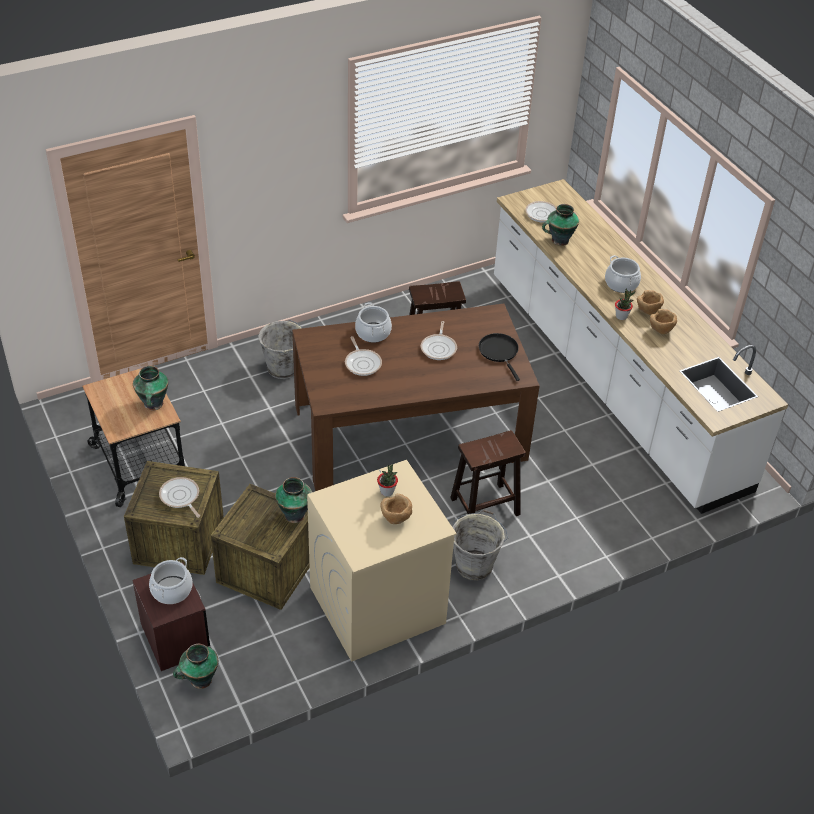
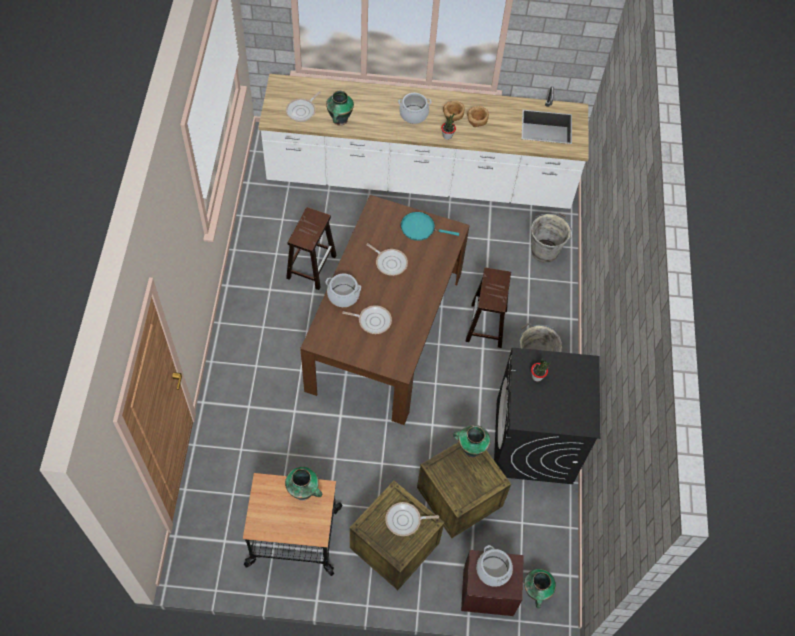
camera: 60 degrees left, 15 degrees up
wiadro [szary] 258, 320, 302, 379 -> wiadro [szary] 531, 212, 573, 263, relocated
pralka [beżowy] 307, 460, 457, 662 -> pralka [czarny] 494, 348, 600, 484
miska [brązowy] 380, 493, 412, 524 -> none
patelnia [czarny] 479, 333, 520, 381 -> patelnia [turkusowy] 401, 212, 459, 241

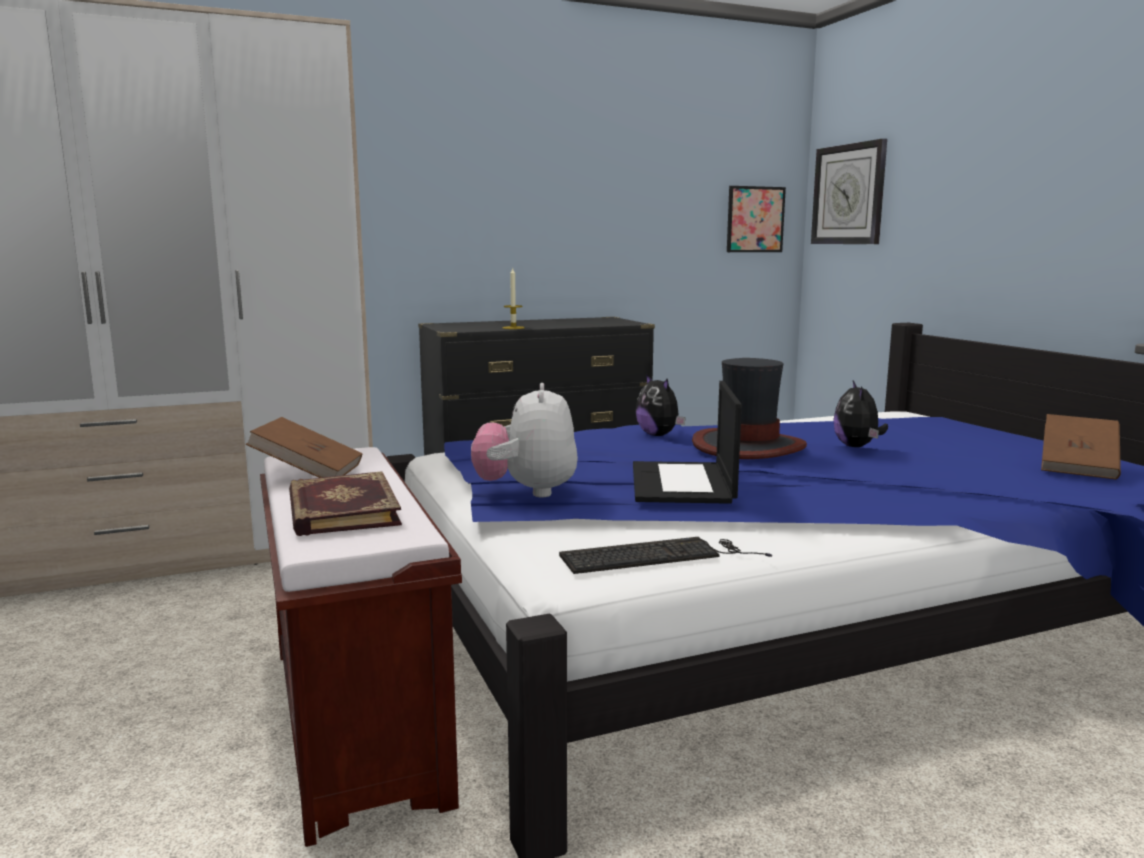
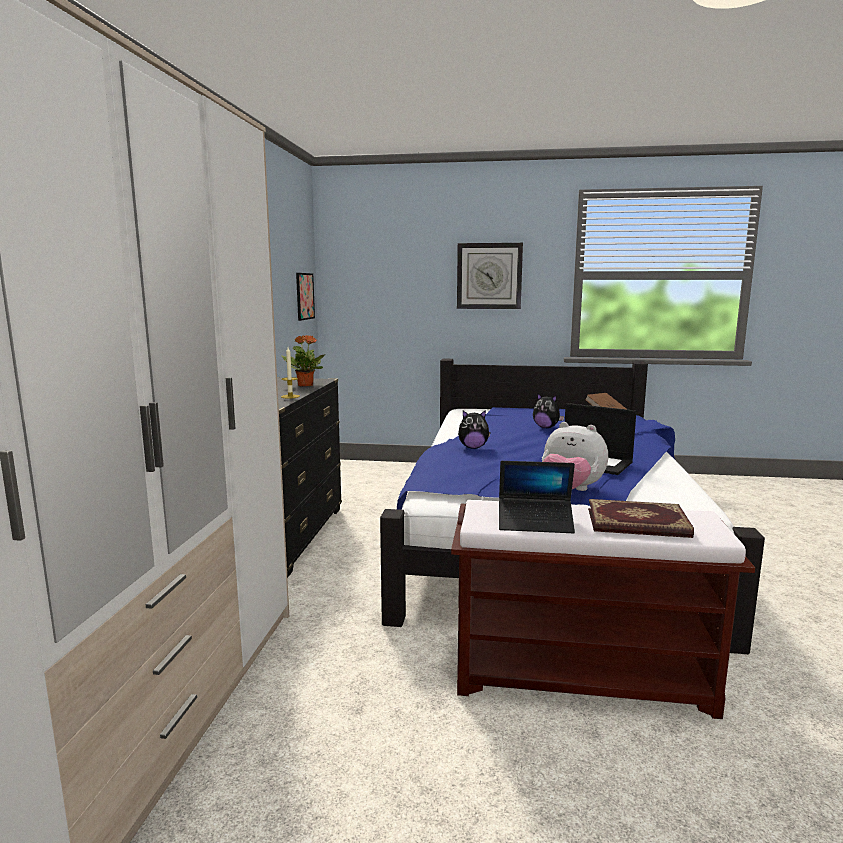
camera: 60 degrees left, 0 degrees up
książka [brązowy] 246, 417, 363, 478 -> laptop 499, 461, 575, 533
klawiatura 559, 537, 772, 574 -> none
kapelusz 692, 358, 807, 459 -> none
zegar ścienny 811, 139, 887, 244 -> zegar ścienny 457, 243, 523, 309, relocated
none -> roślina doniczkowa 281, 335, 325, 386

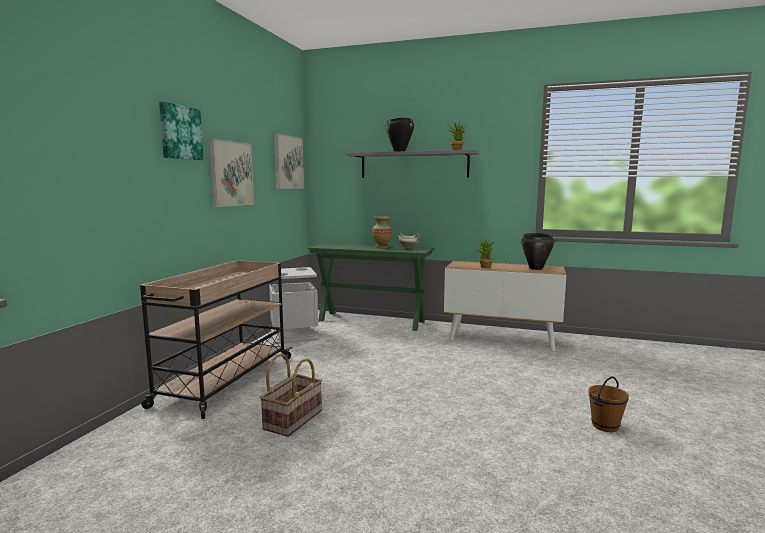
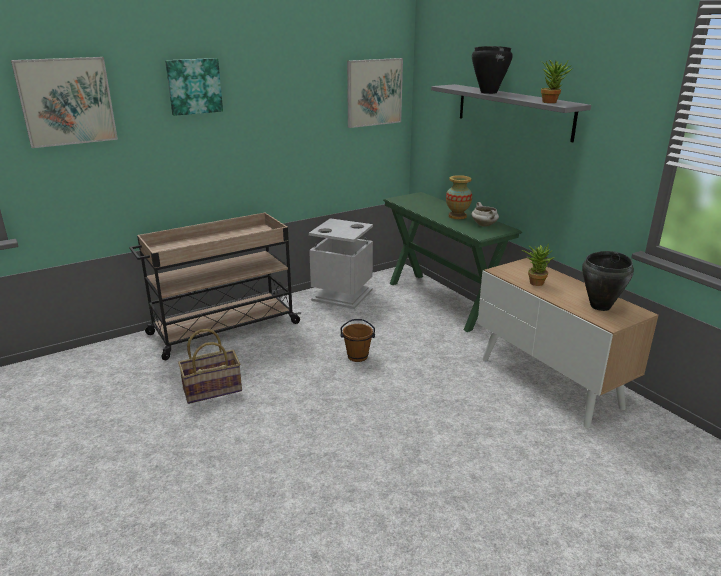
camera: 40 degrees right, 15 degrees up
obraz 209, 138, 254, 207 -> obraz 11, 57, 118, 148, relocated
wiadro [brązowy] 588, 376, 629, 432 -> wiadro [brązowy] 340, 319, 375, 362, relocated

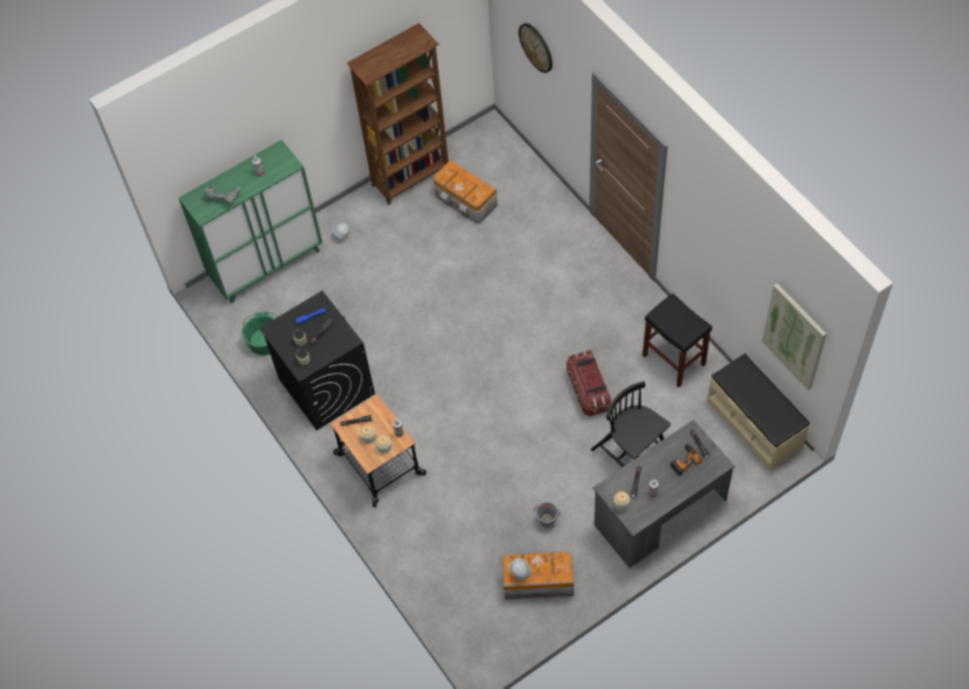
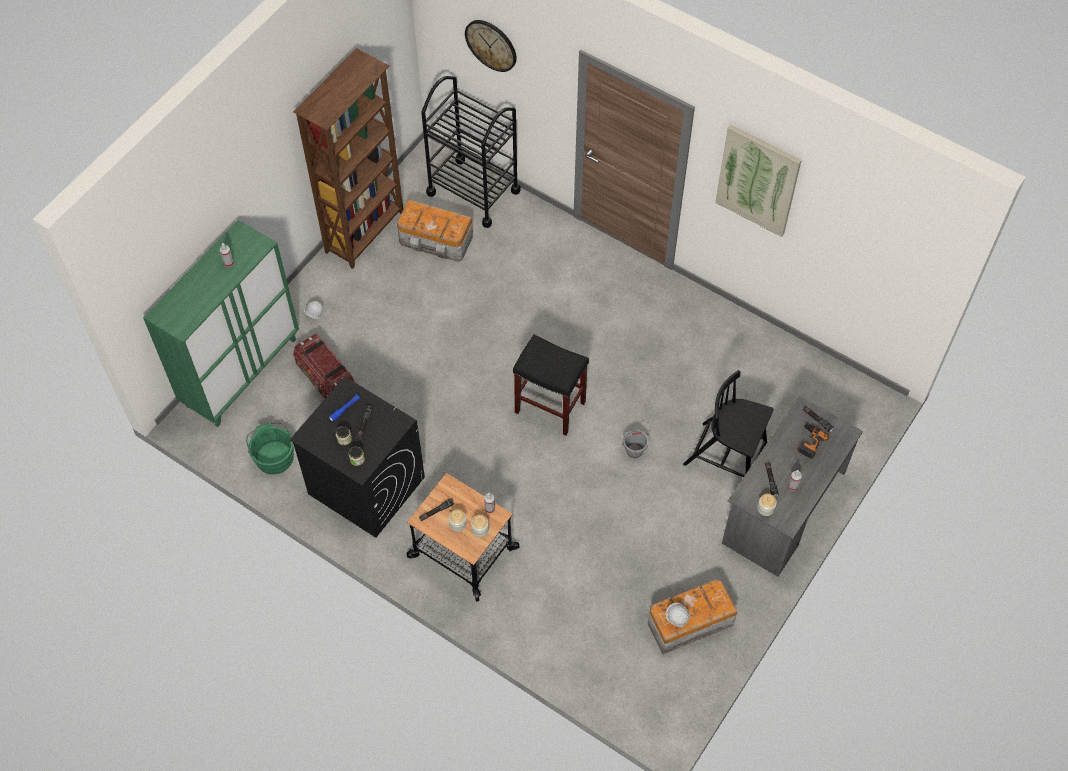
camera: 25 degrees left, 0 degrees up
wiertarka 204, 184, 241, 205 -> none
wiadro [szary] 534, 501, 559, 527 -> wiadro [szary] 622, 430, 650, 458, relocated
pojemnik do przechowywania 566, 350, 611, 416 -> pojemnik do przechowywania 293, 334, 354, 398, relocated
stołek [czarny] 642, 293, 712, 387 -> stołek [czarny] 513, 334, 589, 435, relocated
ławka [beżowy] 707, 353, 810, 470 -> none
obraz 762, 283, 827, 390 -> obraz 715, 125, 802, 237, relocated
none -> wózek [czarny] 421, 76, 521, 228

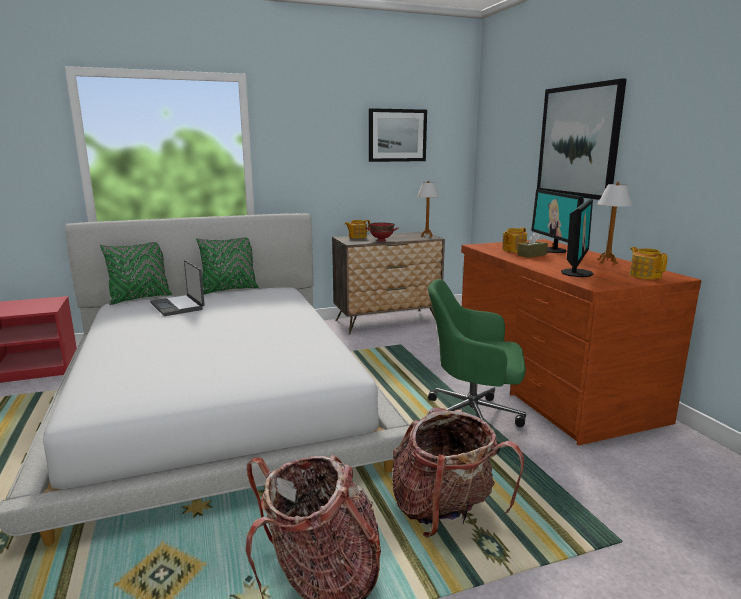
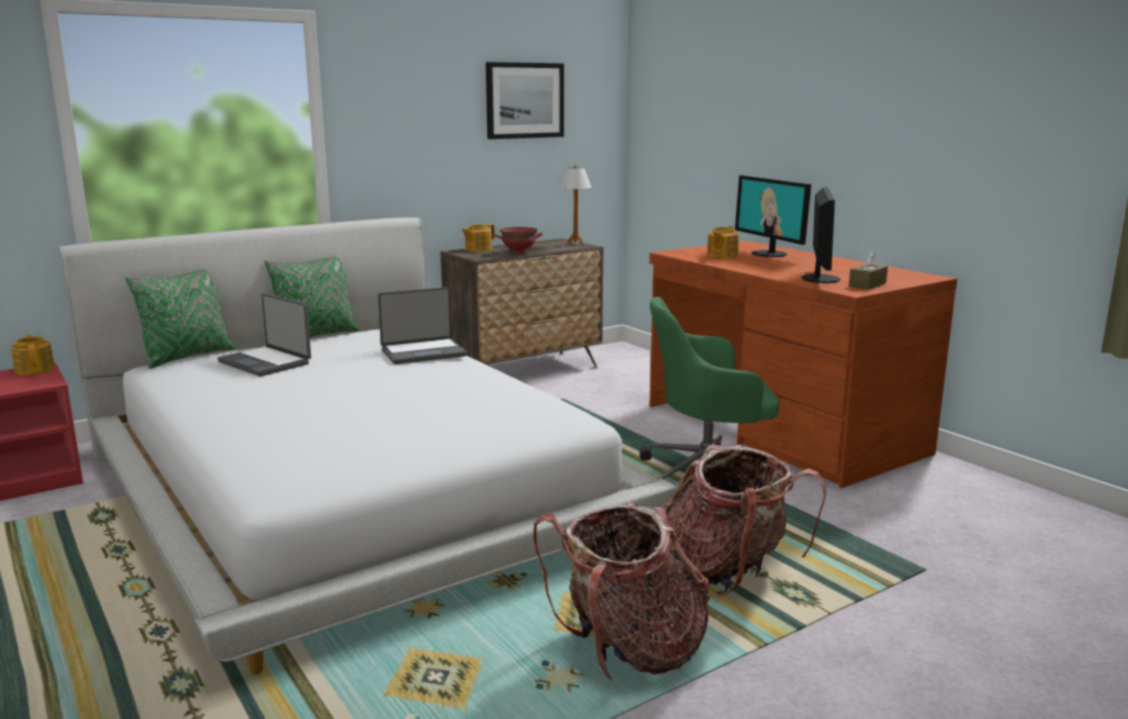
camera: 15 degrees left, 0 degrees up
pudełko chusteczek [brązowy] 517, 232, 548, 258 -> pudełko chusteczek [brązowy] 849, 251, 888, 289, relocated
obraz 537, 78, 627, 200 -> none
lampa stołowa 597, 182, 633, 264 -> none
imbryk 630, 247, 668, 279 -> imbryk 11, 334, 55, 375, relocated
none -> laptop 378, 287, 467, 364

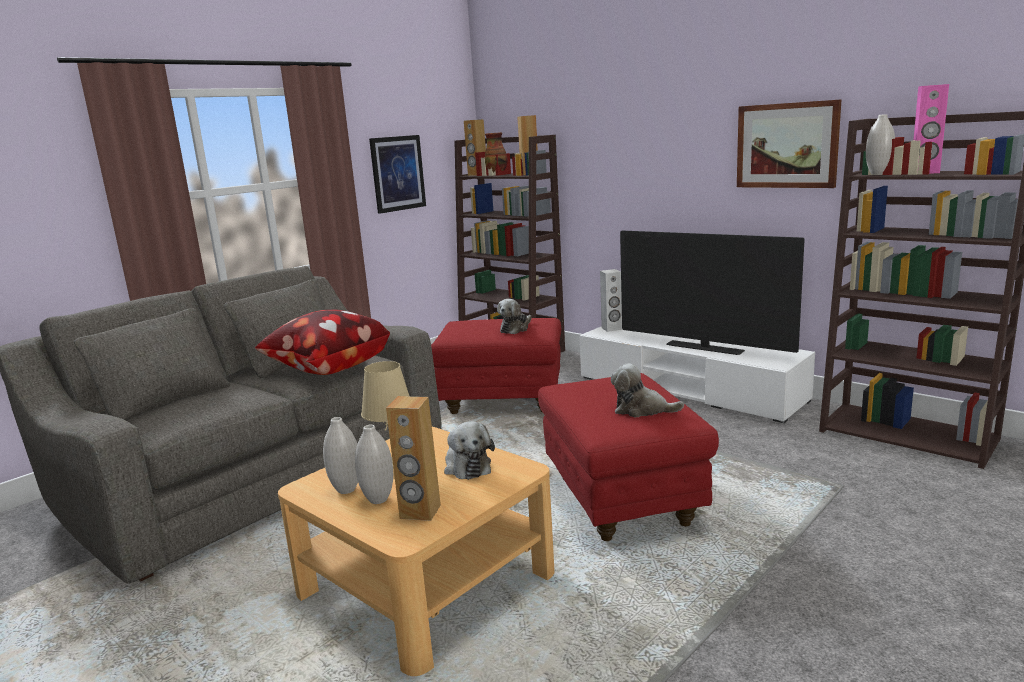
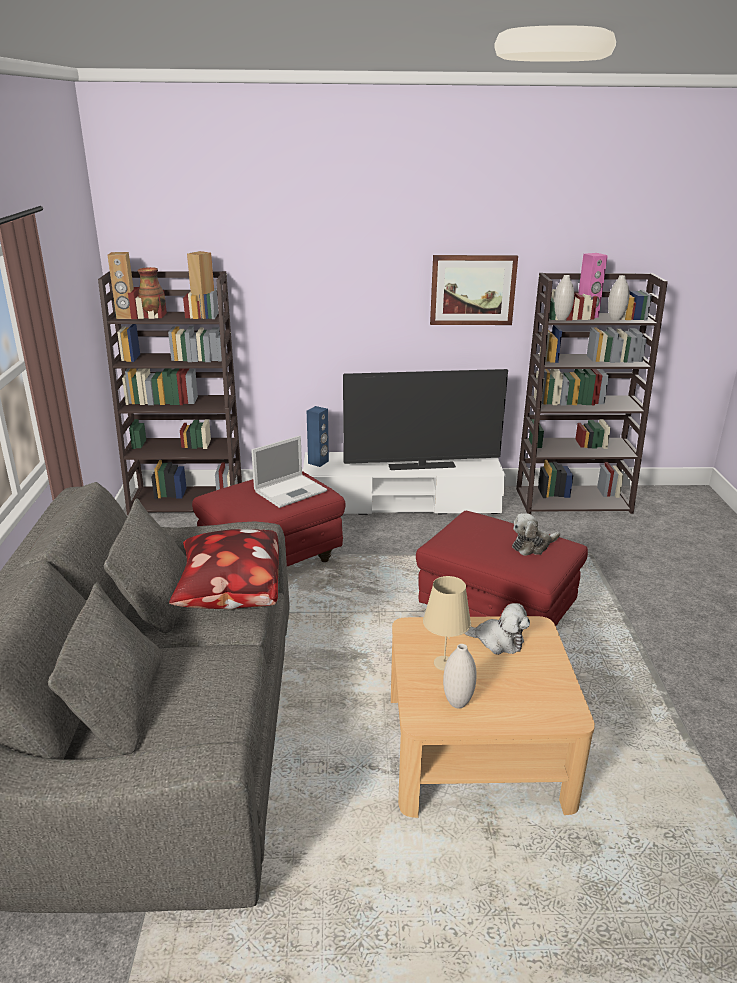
camera: 45 degrees left, 10 degrees up
wazon [biały] 355, 425, 393, 504 -> wazon [biały] 608, 275, 629, 321, relocated
obraz 369, 135, 426, 214 -> none
głośnik [brązowy] 386, 396, 441, 521 -> none
pluszak 497, 299, 532, 334 -> laptop 251, 436, 327, 508
głośnik [biały] 600, 269, 623, 332 -> głośnik [niebieski] 307, 406, 329, 467

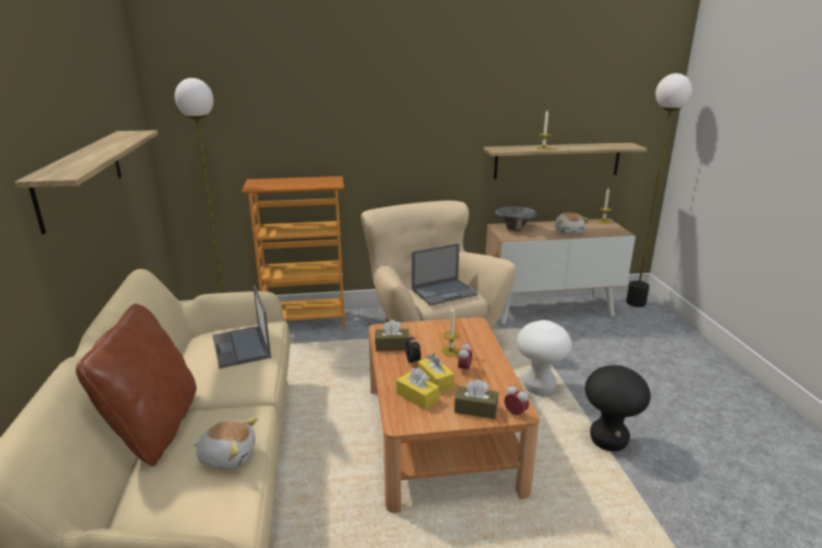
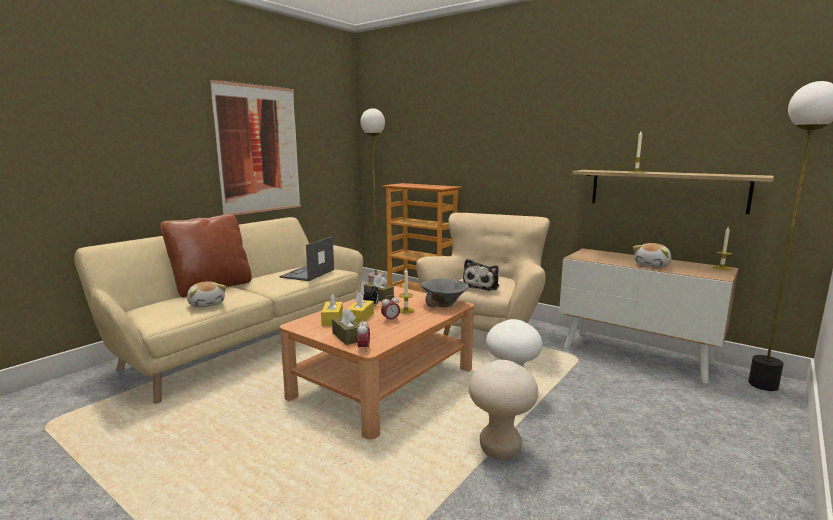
camera: 45 degrees right, 10 degrees down
półka 15, 130, 158, 234 -> obraz 210, 80, 301, 215
laptop 412, 243, 478, 306 -> pluszak 463, 259, 499, 291
miska [szary] 495, 206, 537, 232 -> miska [szary] 420, 279, 469, 307, relocated
stołek [czarny] 585, 365, 651, 451 -> stołek [beżowy] 469, 360, 538, 460

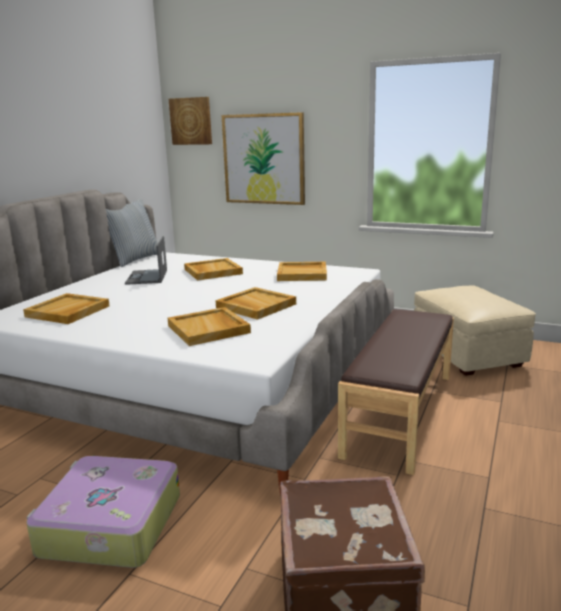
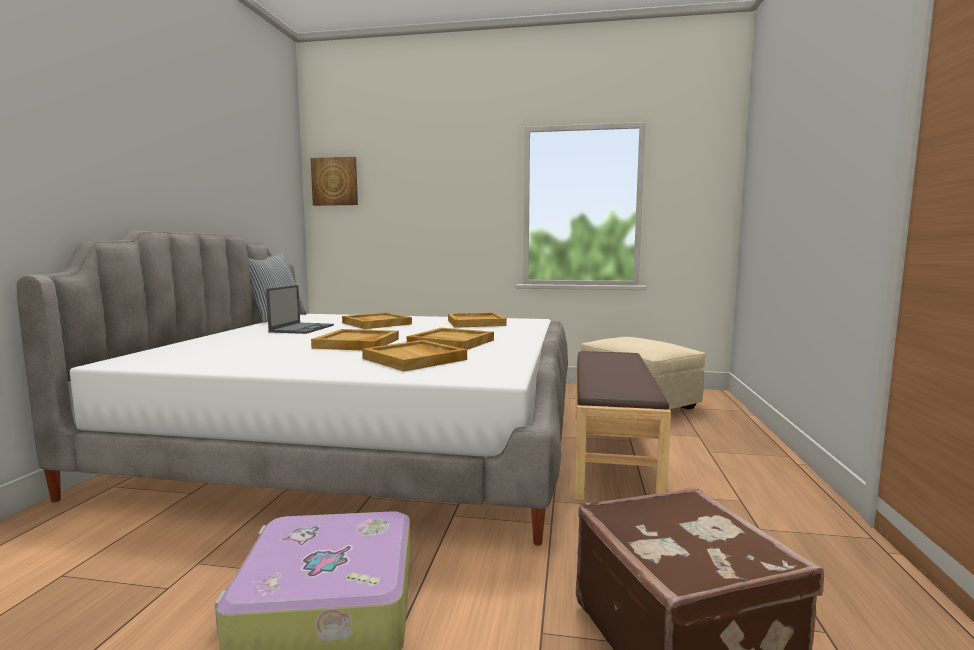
camera: 15 degrees left, 10 degrees down
taca [beżowy] 23, 293, 110, 324 -> taca [beżowy] 311, 329, 399, 350, relocated
laptop 125, 236, 167, 285 -> laptop 266, 285, 334, 334, 150 degrees counterclockwise
obraz 221, 112, 305, 205 -> none

